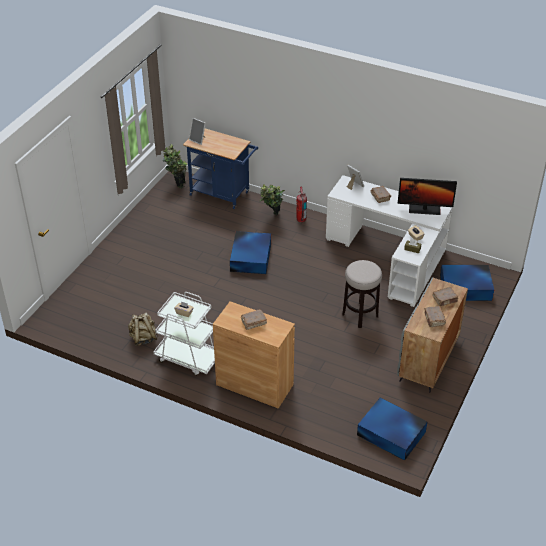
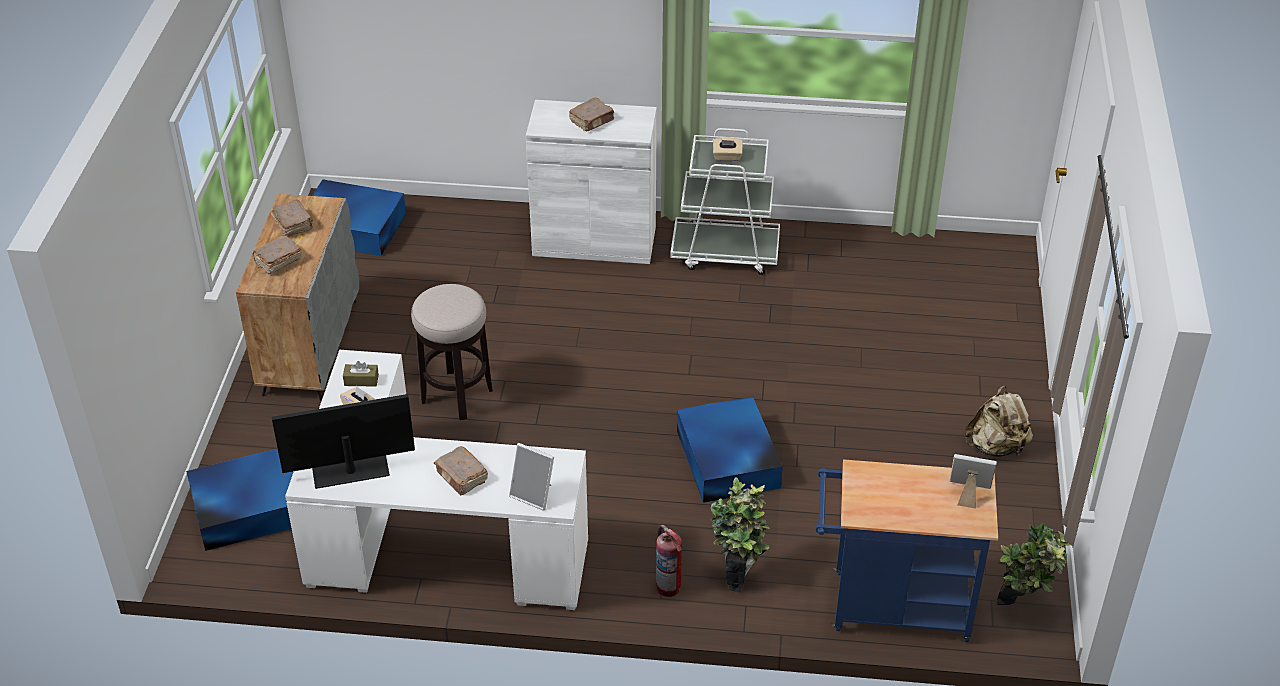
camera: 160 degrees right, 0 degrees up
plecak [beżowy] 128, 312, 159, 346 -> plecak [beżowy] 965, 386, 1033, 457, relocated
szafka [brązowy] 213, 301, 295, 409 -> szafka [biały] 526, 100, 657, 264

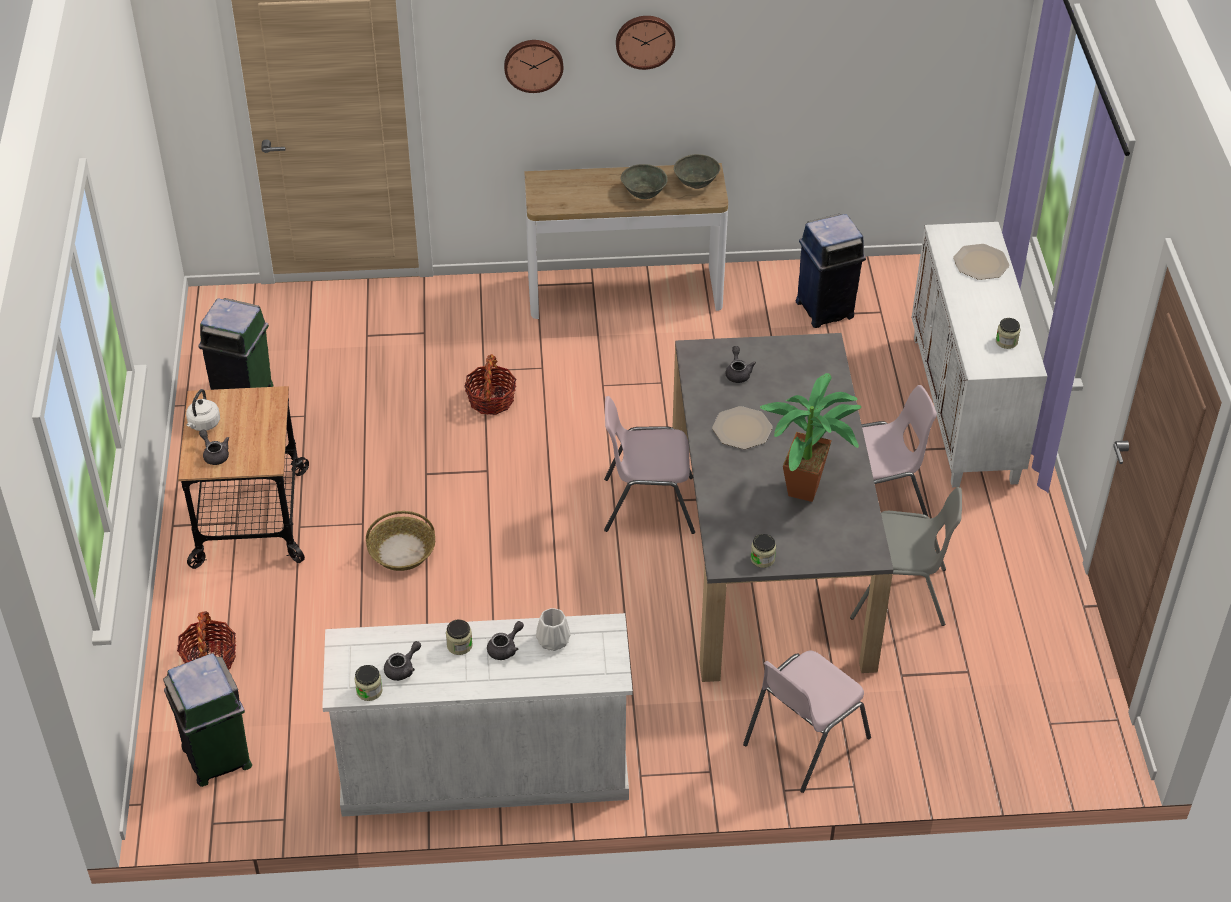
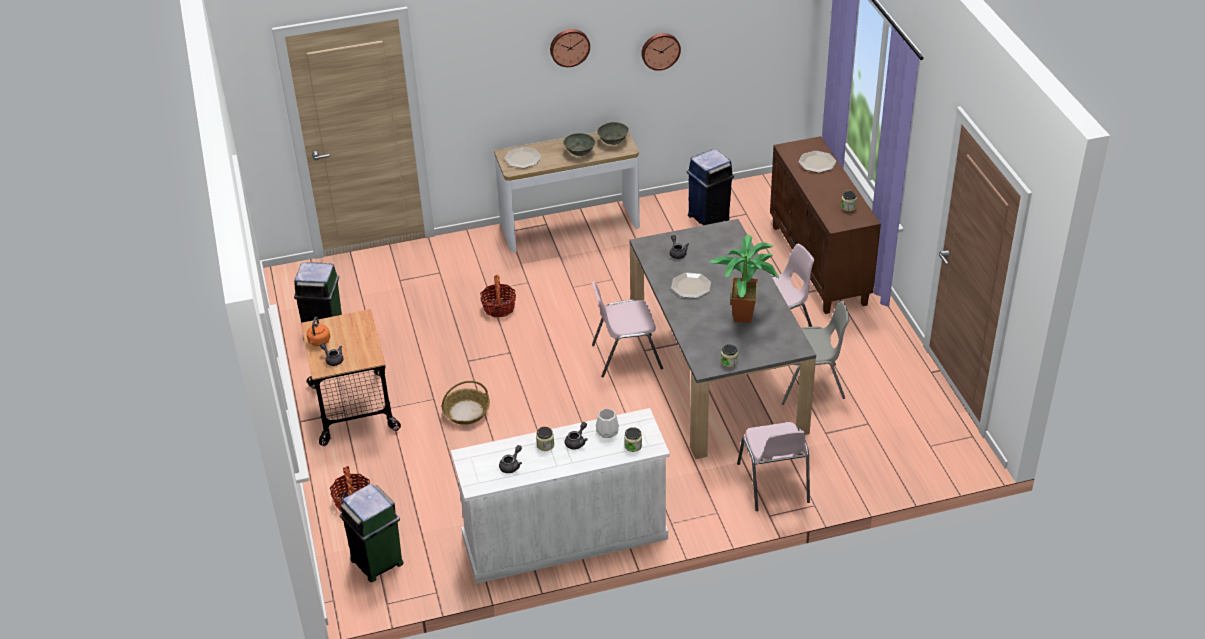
camera: 10 degrees left, 5 degrees down
czajnik [biały] 186, 389, 220, 431 -> czajnik [pomarańczowy] 307, 316, 330, 346
słoik 355, 665, 383, 701 -> słoik 624, 427, 642, 452, relocated
zegar ścienny 504, 40, 563, 93 -> zegar ścienny 641, 33, 681, 71, relocated
krzesło [różowy] 743, 650, 871, 793 -> krzesło [różowy] 737, 422, 810, 511, 45 degrees counterclockwise
szafka [biały] 911, 222, 1047, 487 -> szafka [brązowy] 770, 136, 881, 314
none -> talerz 504, 147, 541, 168

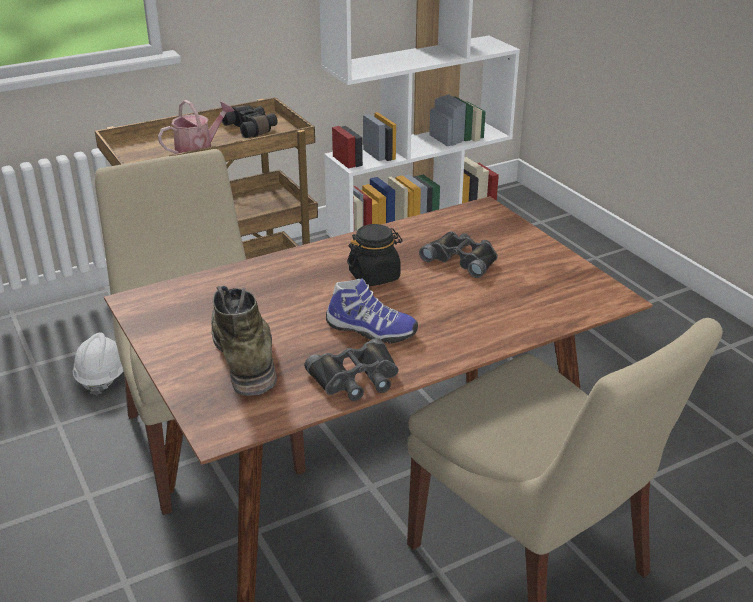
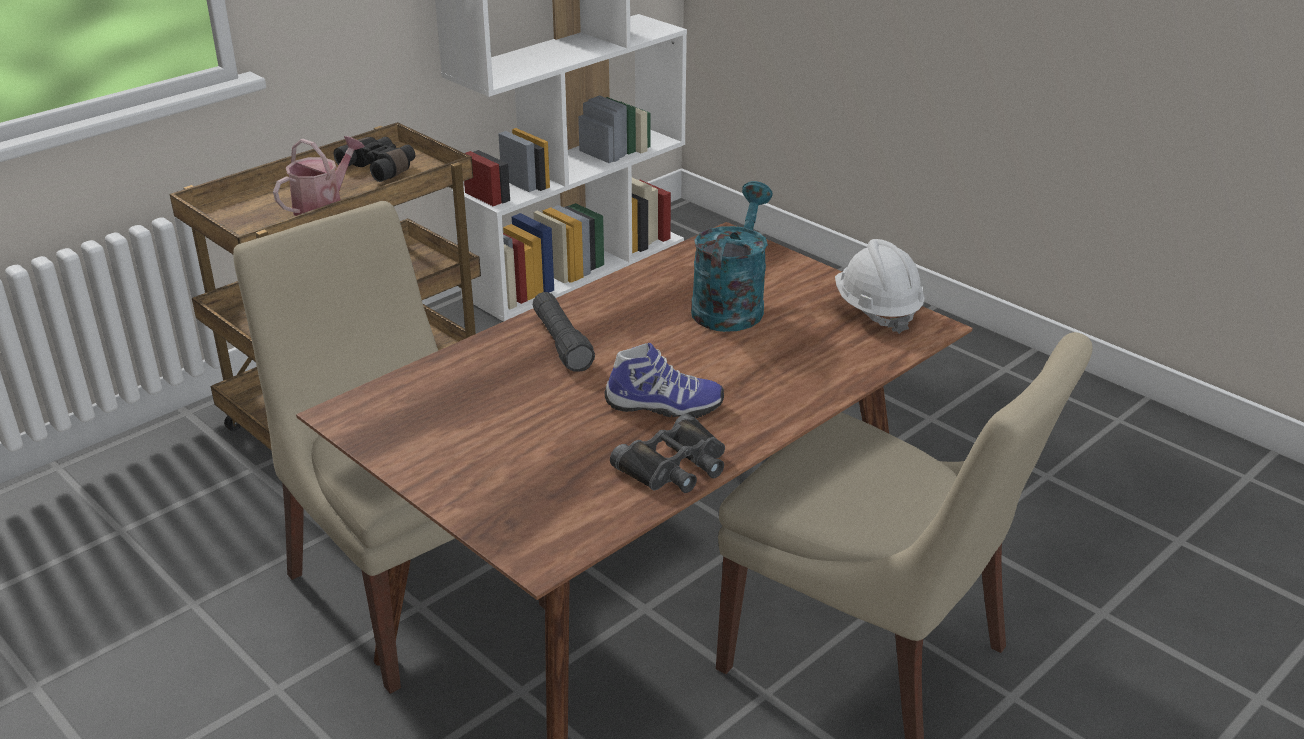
camera: 15 degrees left, 0 degrees up
kask [biały] 73, 332, 123, 396 -> kask [biały] 835, 239, 925, 334, relocated
but z cholewką [zielony] 211, 286, 277, 396 -> none
słoik [czarny] 347, 224, 403, 286 -> none
lornetka [czarny] 419, 231, 498, 278 -> konewka [turkusowy] 691, 181, 773, 332
none -> latarka [czarny] 532, 292, 595, 372

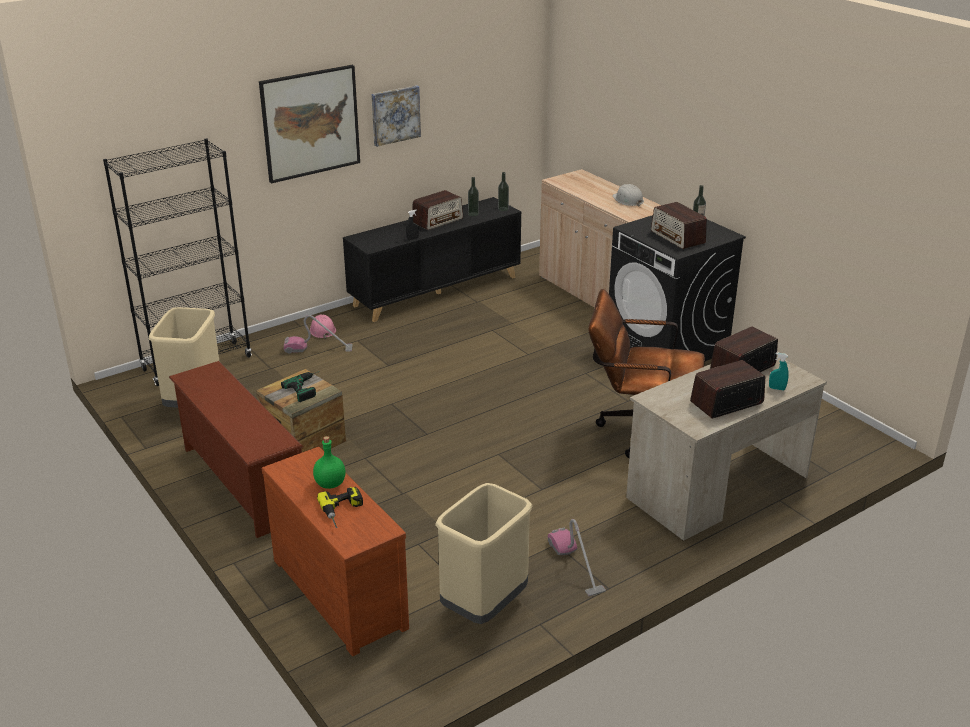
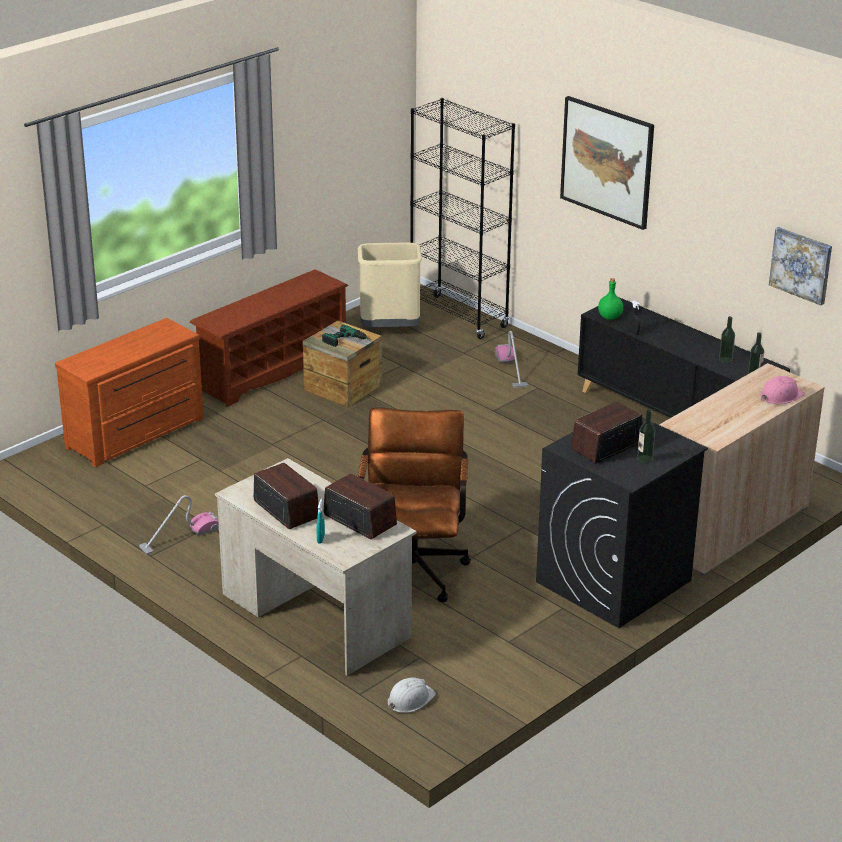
camera: 80 degrees right, 0 degrees up
kask [różowy] 310, 314, 336, 339 -> kask [różowy] 760, 376, 805, 404, relocated
butelka [zielony] 313, 436, 346, 489 -> butelka [zielony] 598, 278, 623, 320, relocated
wiertarka 317, 487, 363, 528 -> none
obraz 371, 85, 421, 147 -> obraz 769, 227, 832, 305, relocated
radio 412, 190, 463, 230 -> none
kosz na śmieci [beżowy] 435, 483, 532, 624 -> none
kask [biały] 612, 184, 644, 207 -> kask [biały] 388, 677, 436, 713, relocated

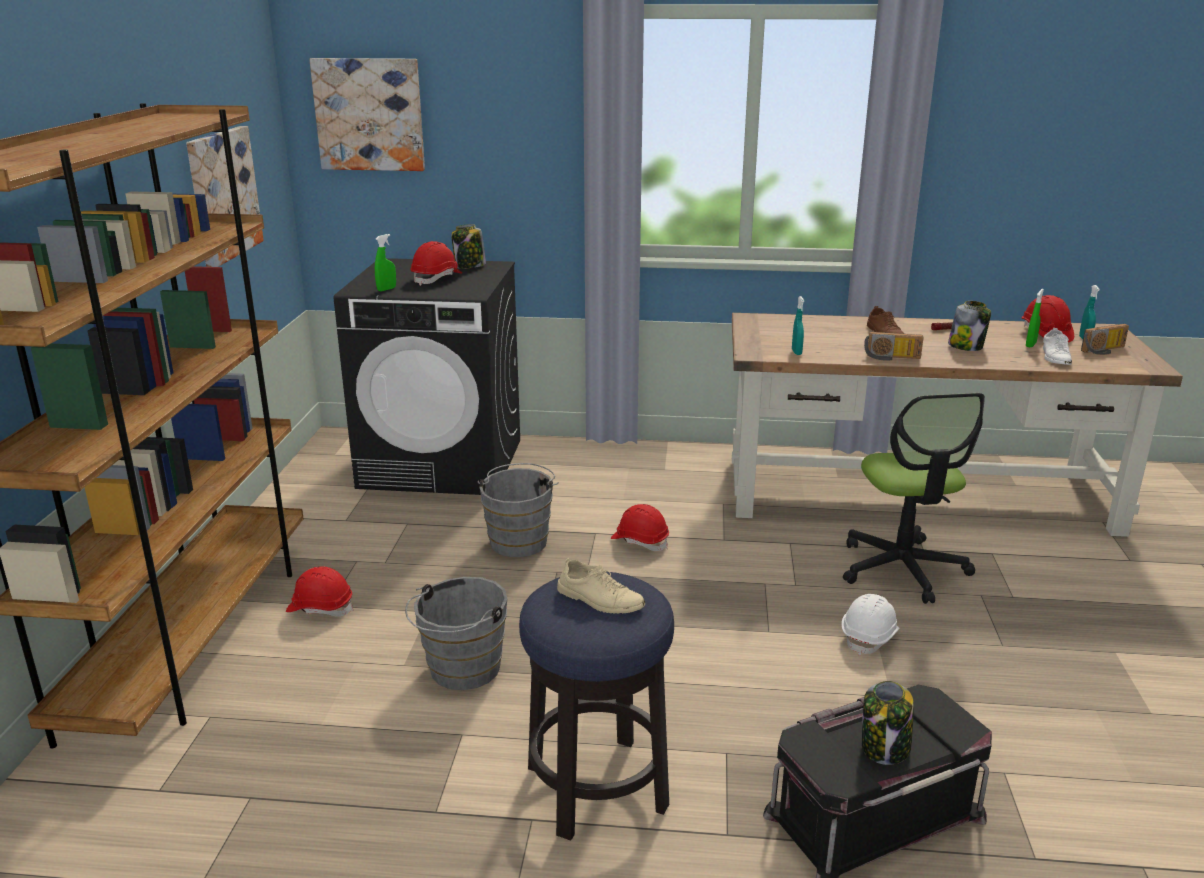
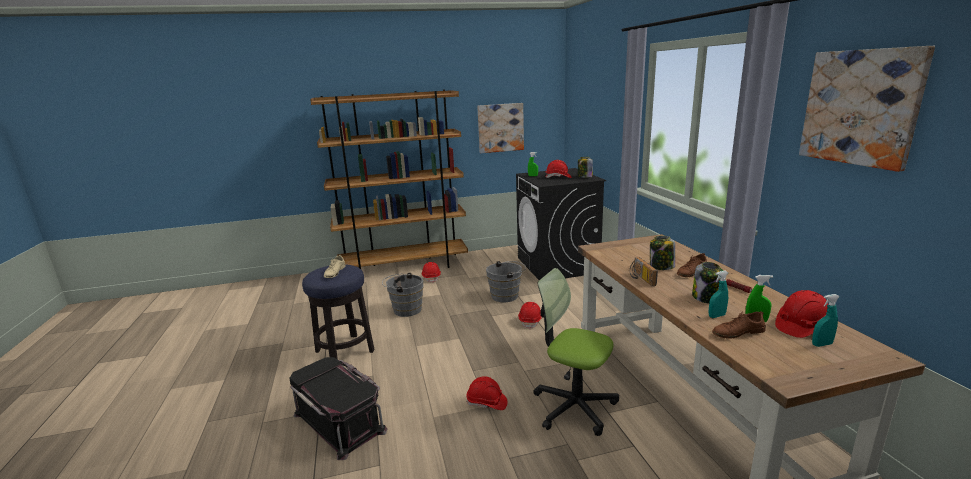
camera: 70 degrees right, 5 degrees down
obraz 309, 58, 425, 171 -> obraz 799, 46, 935, 172, relocated
spryskiwacz [turkusowy] 792, 296, 804, 355 -> spryskiwacz [turkusowy] 708, 271, 728, 318, relocated
kask [biały] 842, 594, 900, 656 -> kask [czerwony] 466, 376, 508, 410
krzesło biurowe 843, 393, 985, 604 -> krzesło biurowe 533, 268, 619, 436, 60 degrees clockwise
słoik 862, 681, 914, 765 -> słoik 650, 236, 675, 270, relocated
but [biały] 1043, 328, 1072, 365 -> but [brązowy] 712, 311, 766, 339
radio 1081, 324, 1129, 355 -> none

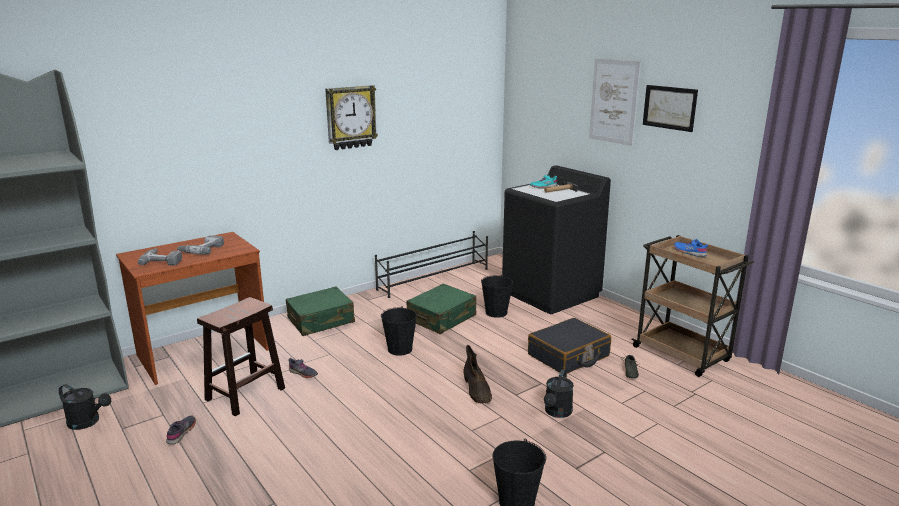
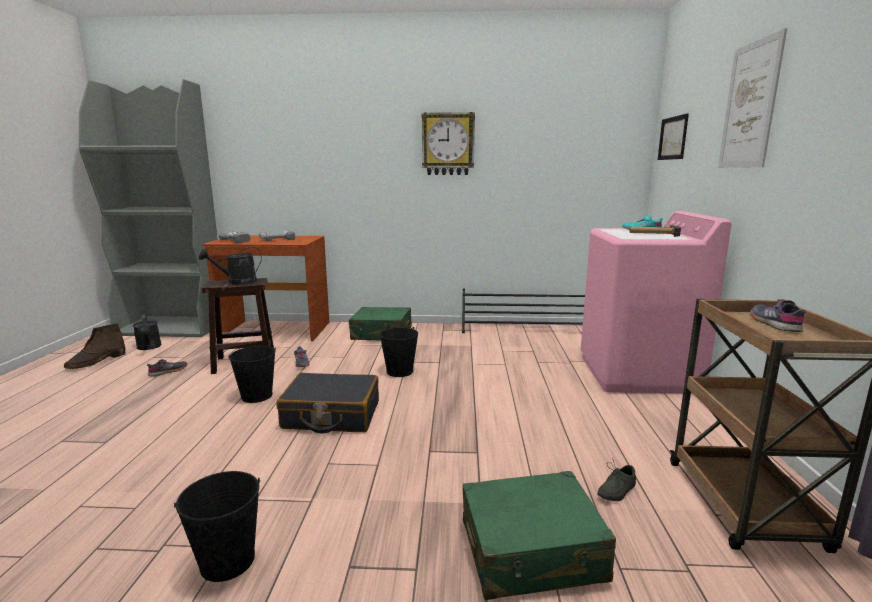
camera: 40 degrees right, 5 degrees down
walizka [zielony] 406, 284, 476, 334 -> walizka [zielony] 463, 471, 616, 600, relocated
but z cholewką [brązowy] 463, 345, 492, 404 -> but z cholewką [brązowy] 64, 323, 125, 369, relocated
wiadro [czarny] 481, 275, 513, 318 -> wiadro [czarny] 228, 345, 276, 403, relocated
pralka [czarny] 502, 165, 611, 314 -> pralka [różowy] 581, 211, 731, 394
walizka [czarny] 528, 318, 611, 373 -> walizka [czarny] 277, 373, 379, 433, relocated
konewka [czarny] 544, 369, 574, 418 -> konewka [czarny] 199, 246, 262, 285, relocated
obraz 643, 85, 698, 132 -> obraz 658, 113, 689, 160, relocated
but [niebieski] 674, 239, 708, 257 -> but [szary] 750, 300, 806, 332

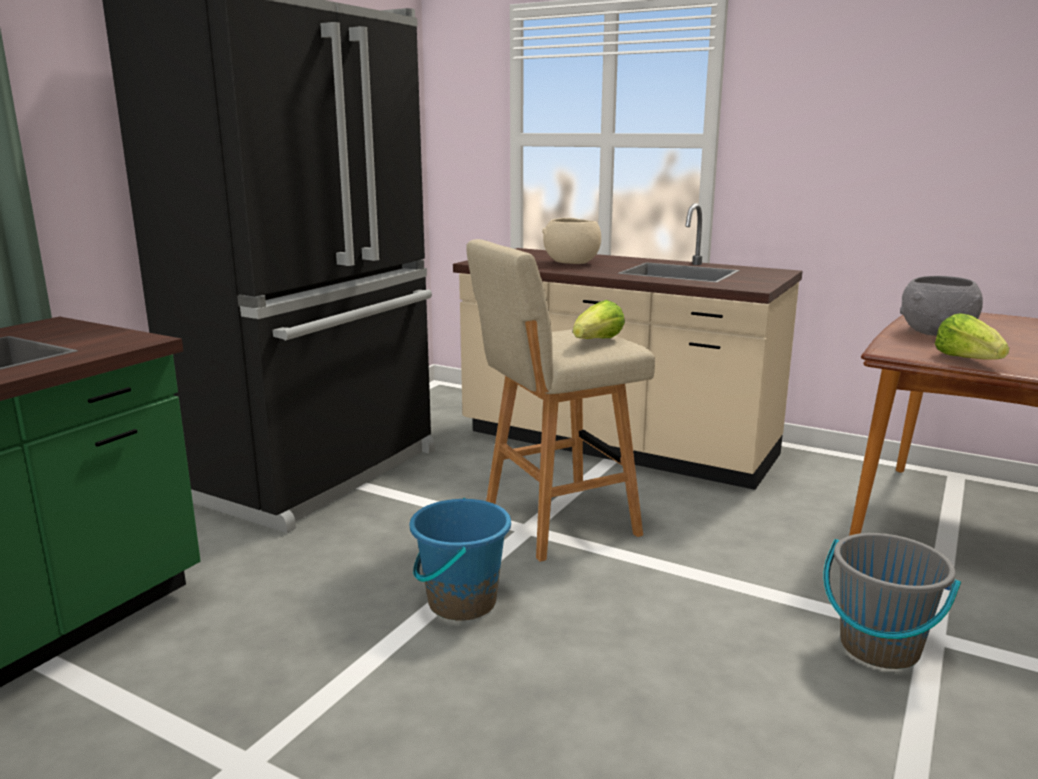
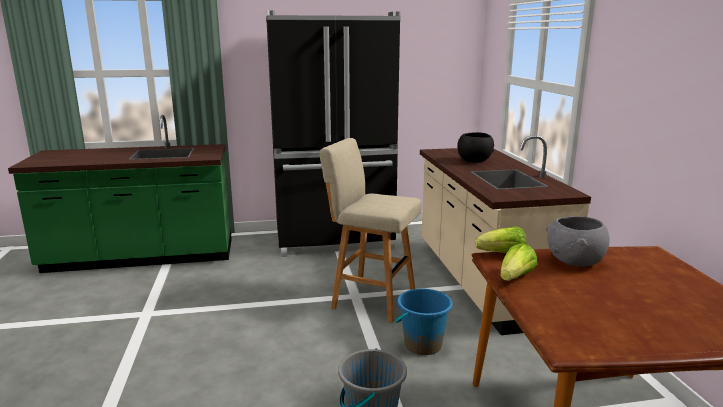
camera: 50 degrees right, 0 degrees up
wiadro [niebieski] 410, 498, 511, 621 -> wiadro [niebieski] 395, 289, 453, 355, relocated
miska [beżowy] 542, 218, 601, 264 -> miska [czarny] 457, 132, 494, 163
sałata 573, 300, 625, 339 -> sałata 475, 227, 526, 253, relocated

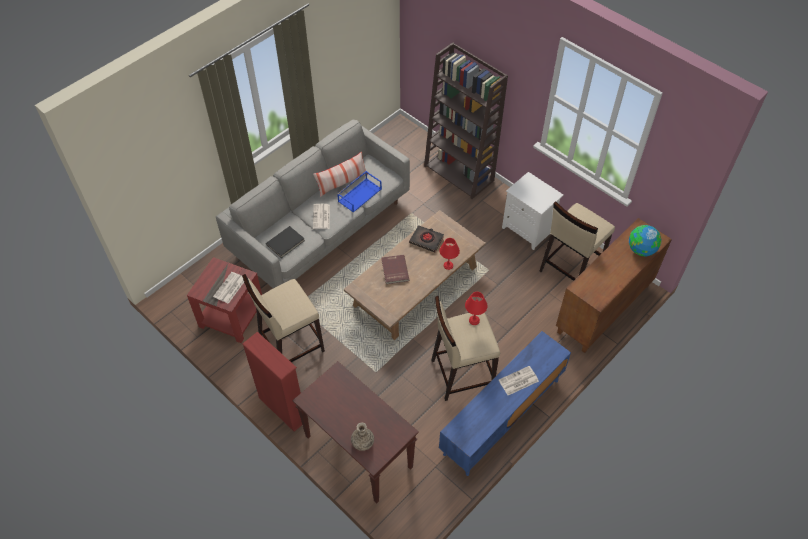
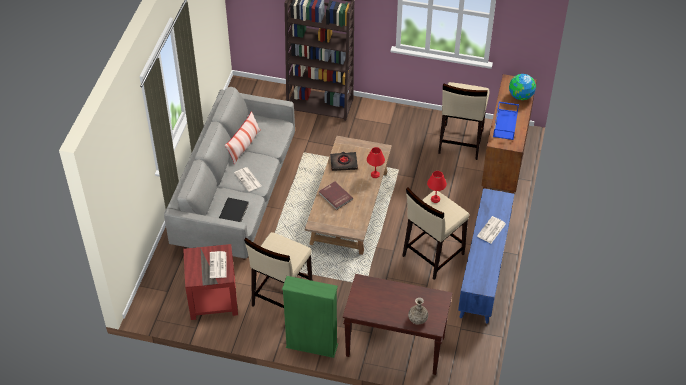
camera: 30 degrees left, 5 degrees down
regał [czerwony] 242, 332, 302, 432 -> regał [zielony] 282, 276, 338, 358
taca [niebieski] 337, 171, 382, 212 -> taca [niebieski] 493, 101, 519, 140, relocated
szafka nocna [biały] 502, 172, 563, 250 -> none

